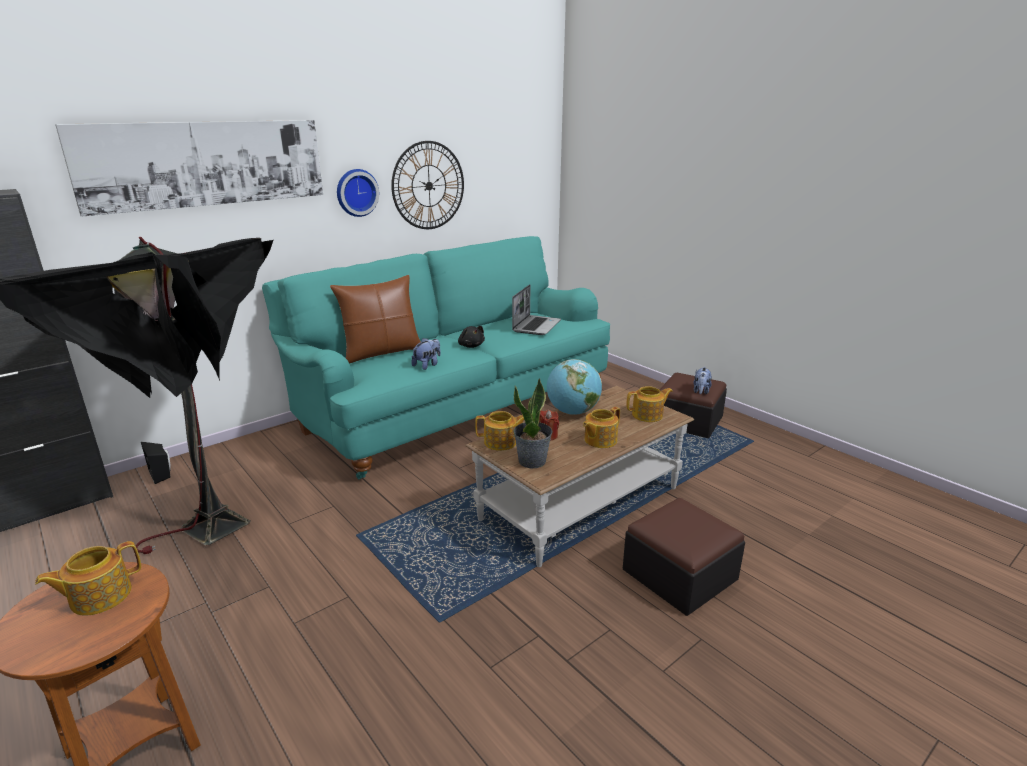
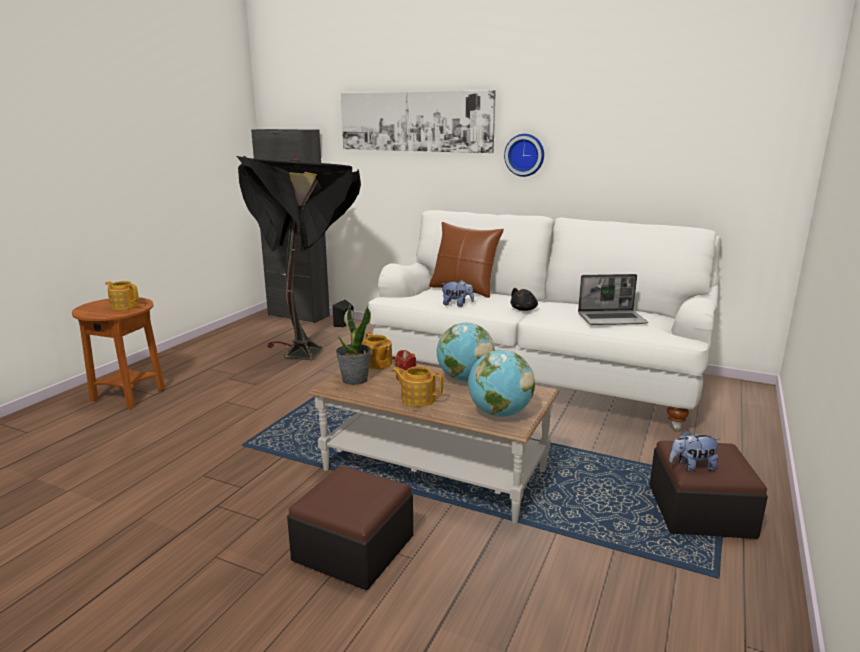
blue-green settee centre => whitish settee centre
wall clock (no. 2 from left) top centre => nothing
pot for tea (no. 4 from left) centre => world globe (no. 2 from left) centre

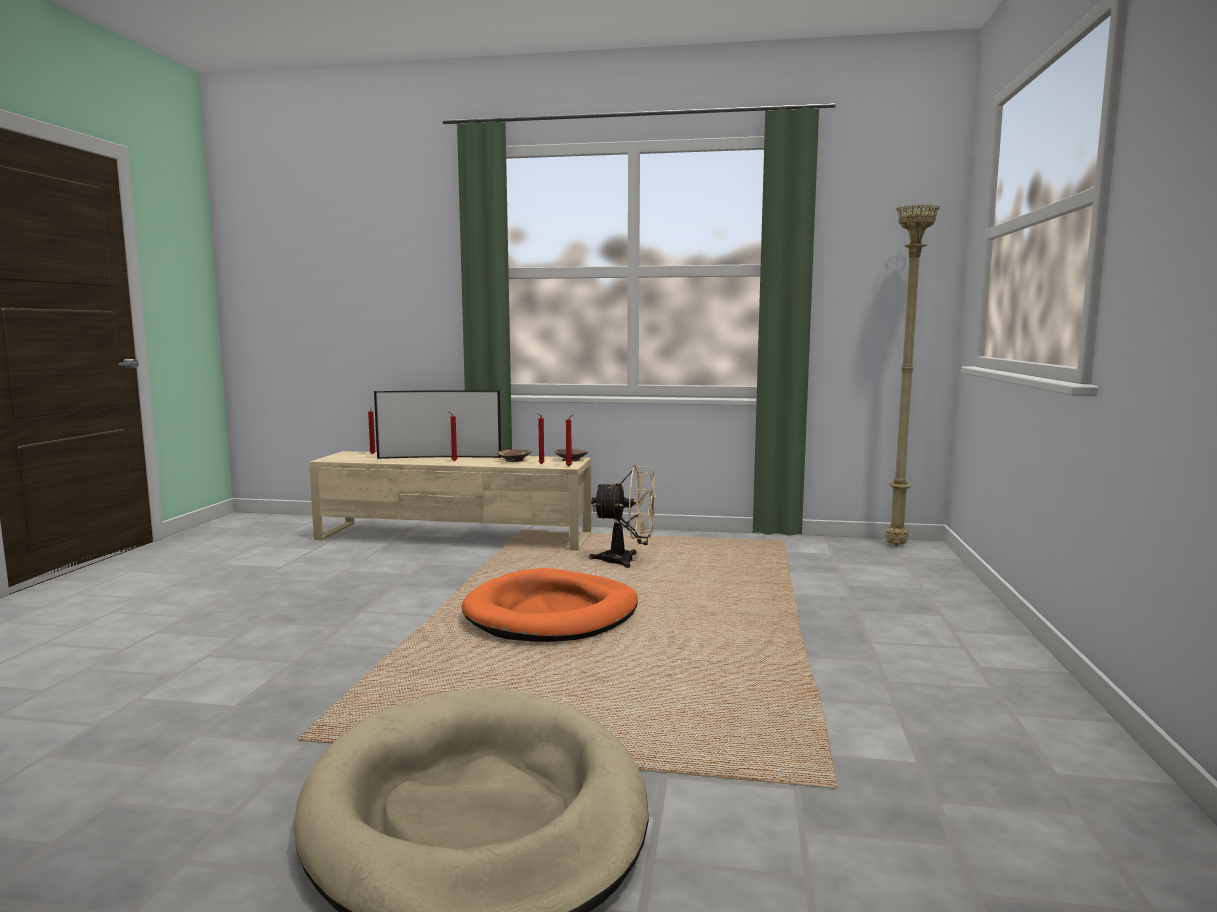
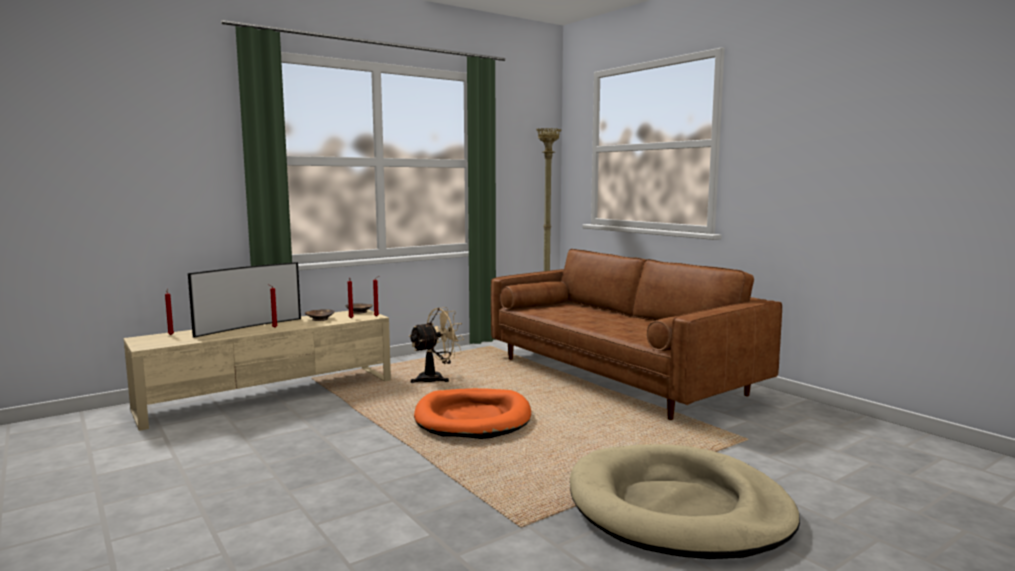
nothing => brownish settee centre

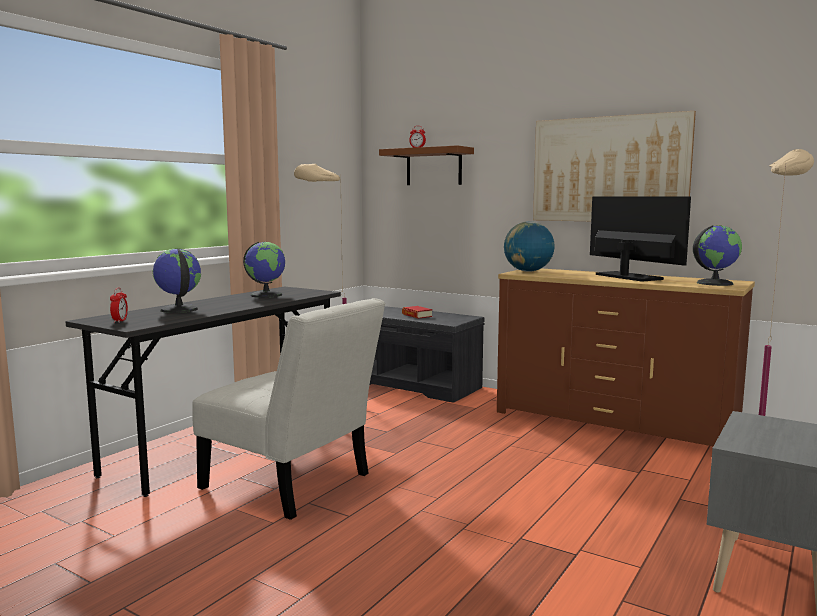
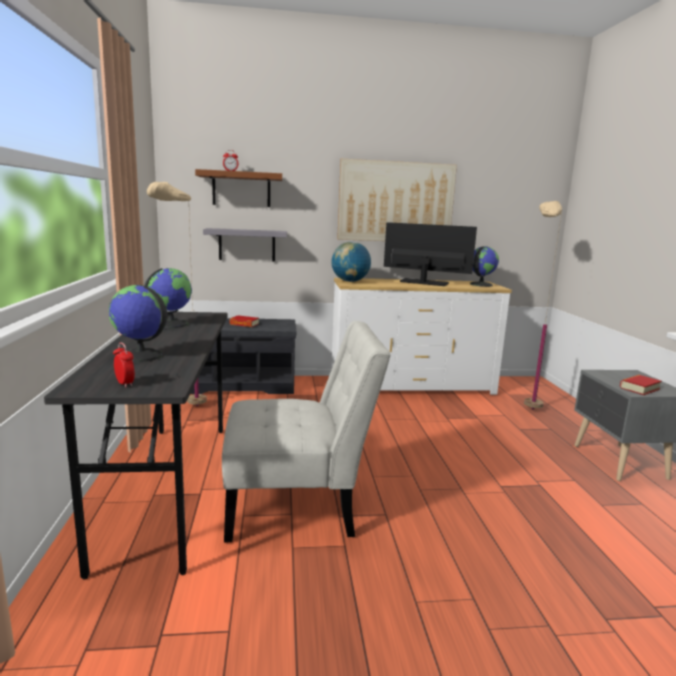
brownish drawer chest middle right => whitish drawer chest centre
nothing => grey wall shelf centre
nothing => book (no. 2 from left) middle right

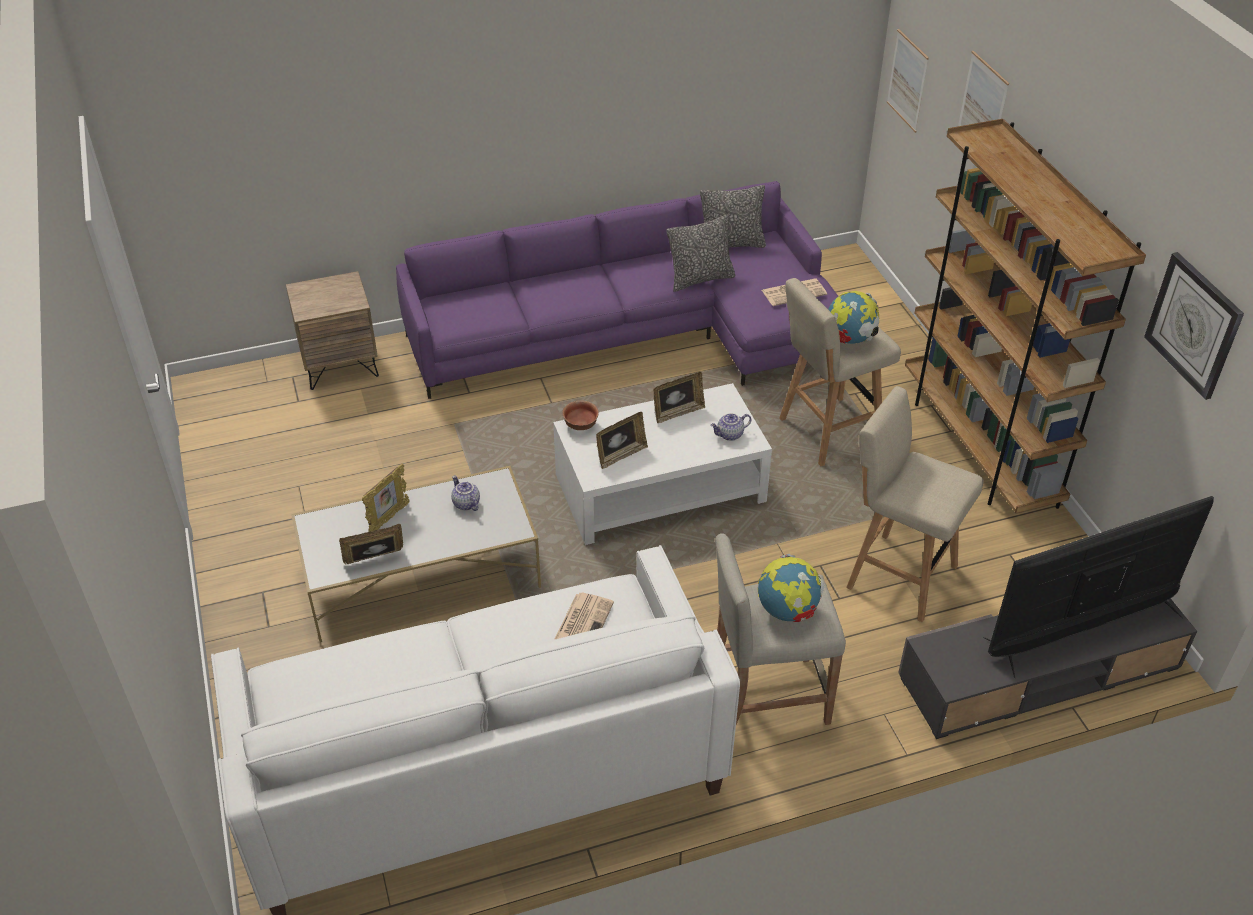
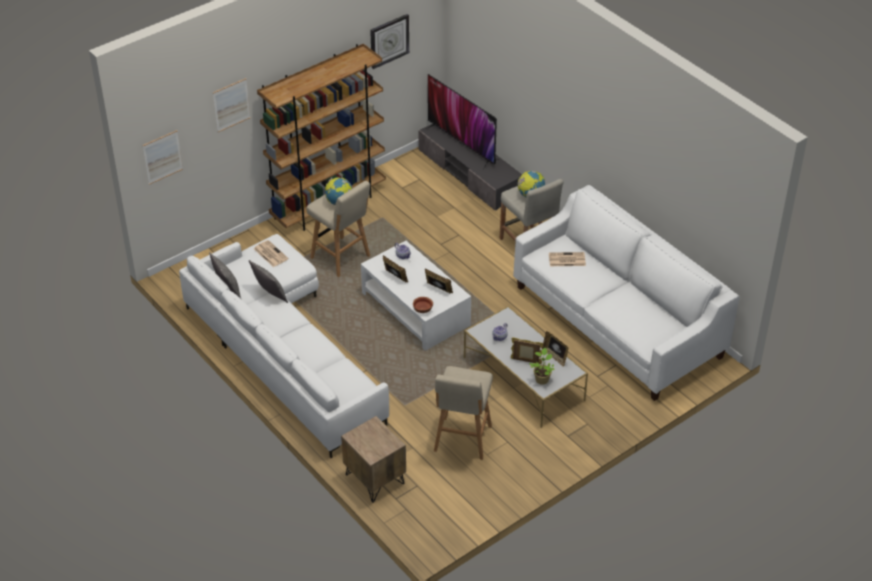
purple-coloured settee top centre => whitish settee (no. 1 from left) middle left
beige-coloured stool (no. 3 from left in the first image) middle right => beige-coloured stool (no. 2 from left) bottom centre, shifted
nothing => potted plant centre

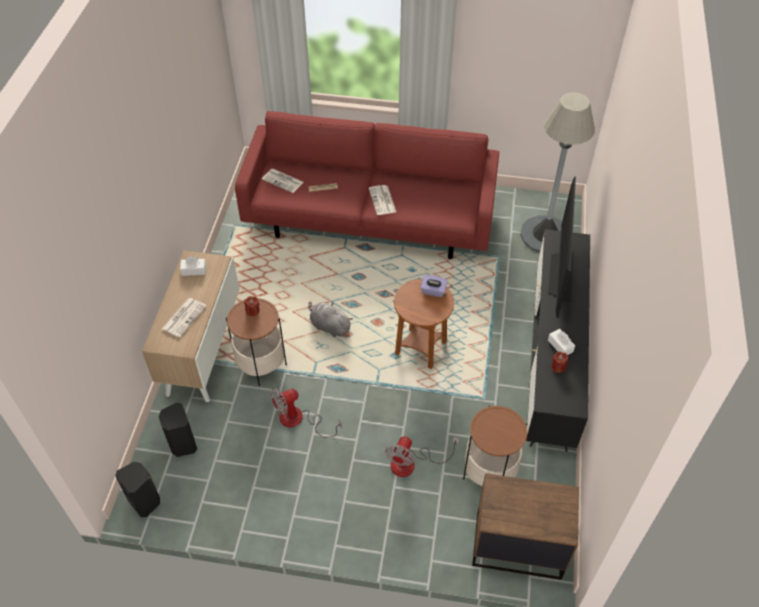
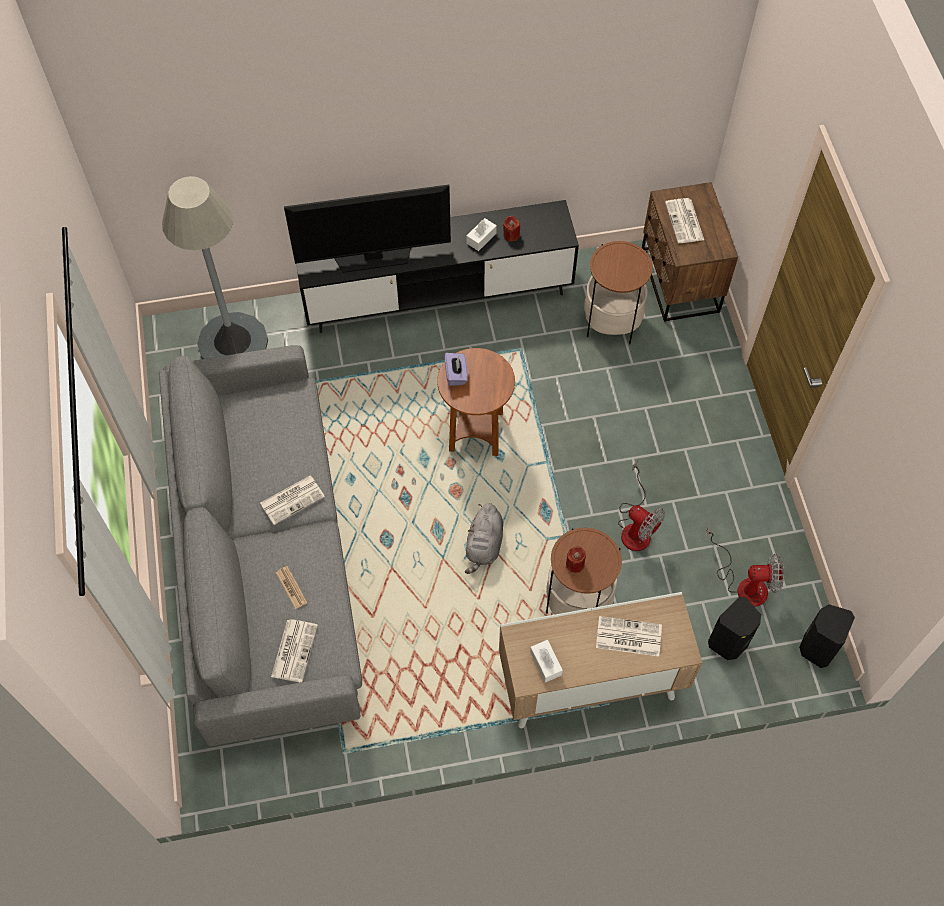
red settee top centre => grey settee middle left
electric fan (no. 2 from left) bottom centre => electric fan (no. 2 from left) middle right, shifted
nothing => printed paper (no. 5 from left) top right

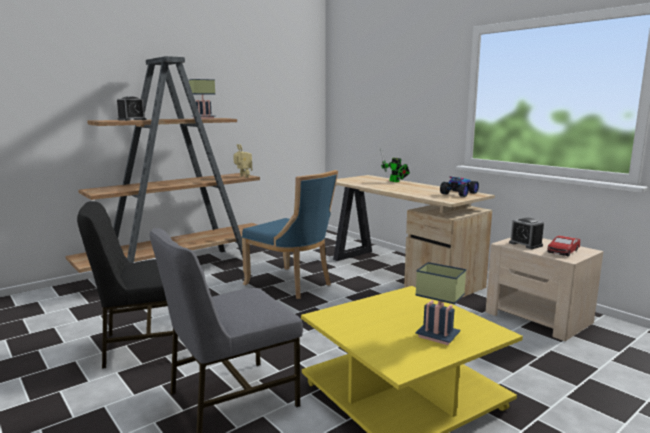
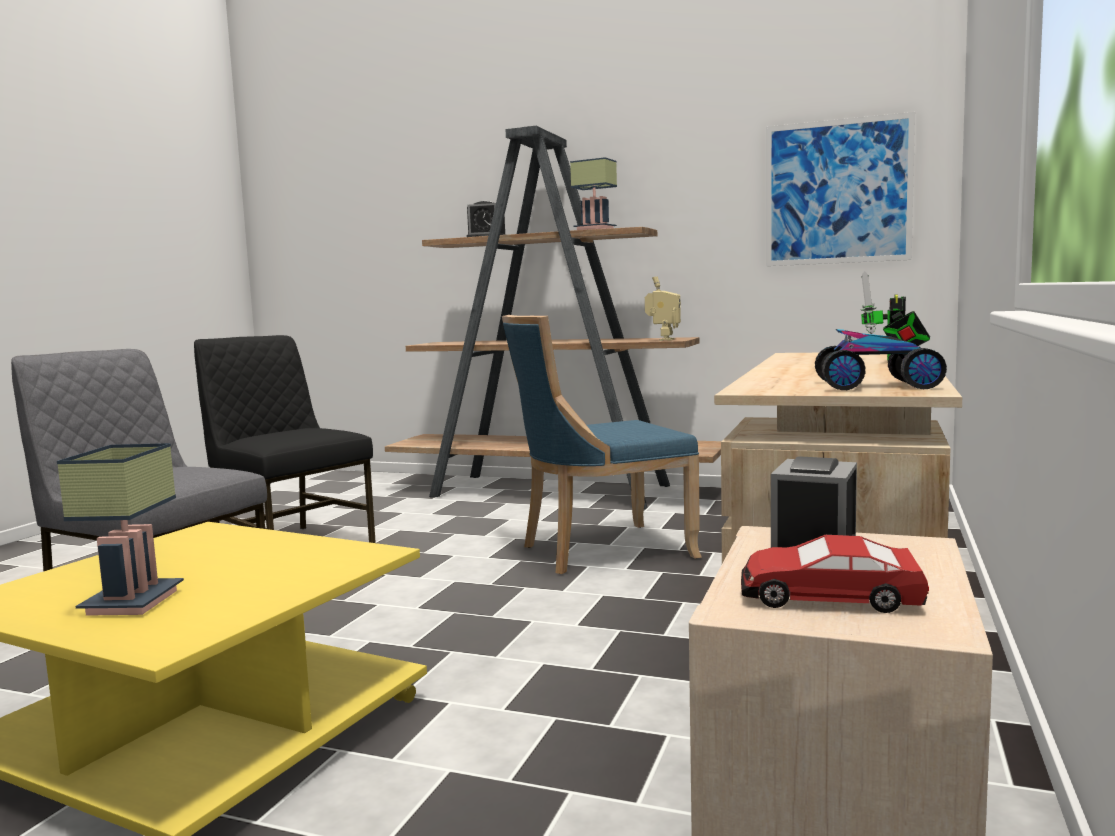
bluish upright chair centre, 60 degrees clockwise
nothing => picture top right

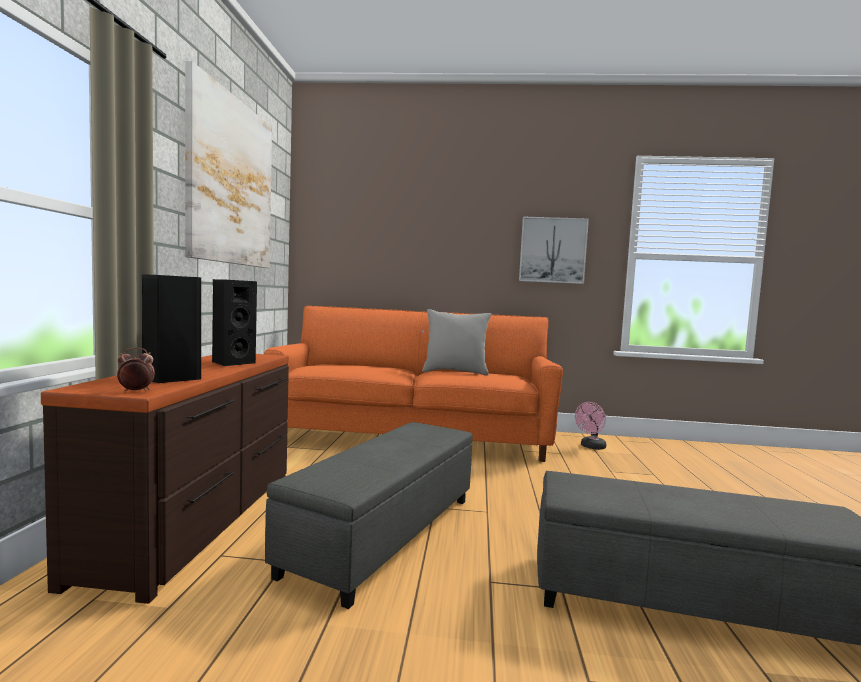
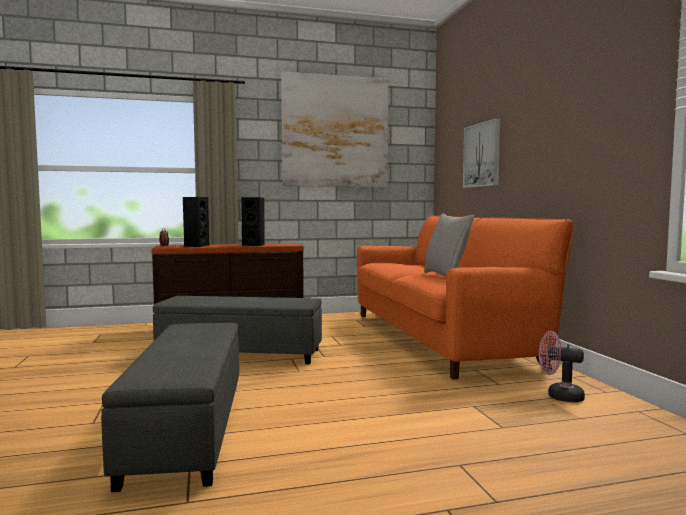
picture (no. 2 from left) centre => picture (no. 2 from left) top right, shifted

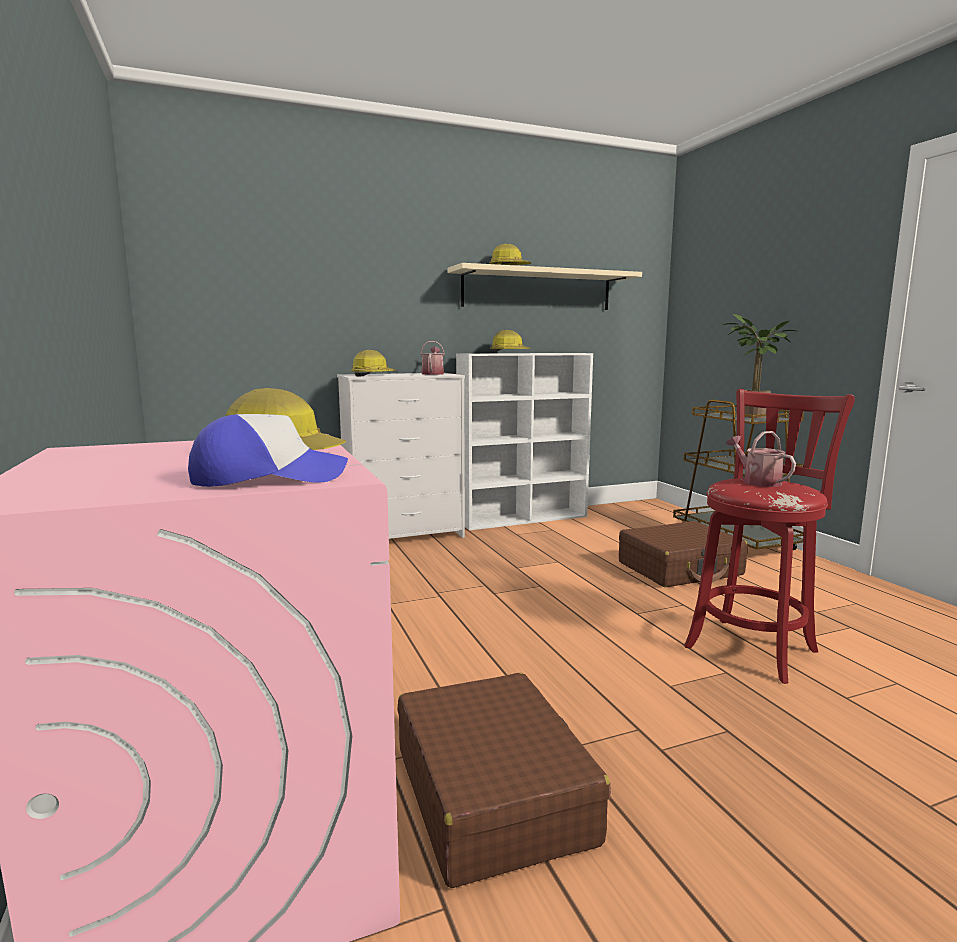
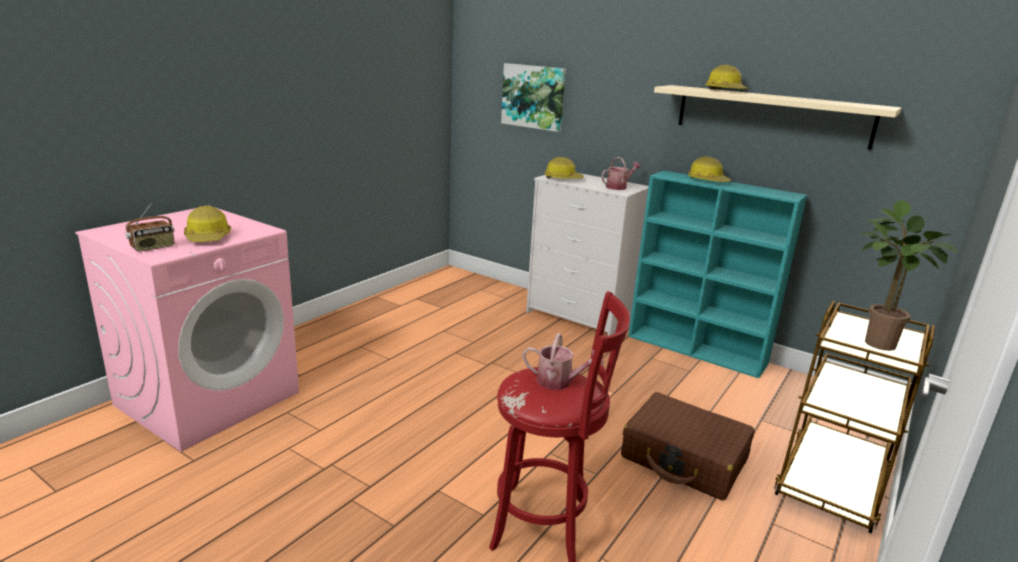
cap middle left => radio set middle left
brownish suitcase (no. 1 from left) bottom centre => nothing
whitish bookshelf centre => blue-green bookshelf middle right
sprinkling can (no. 2 from left in the first image) middle right => sprinkling can (no. 1 from left) centre, 75 degrees clockwise
nothing => picture top centre

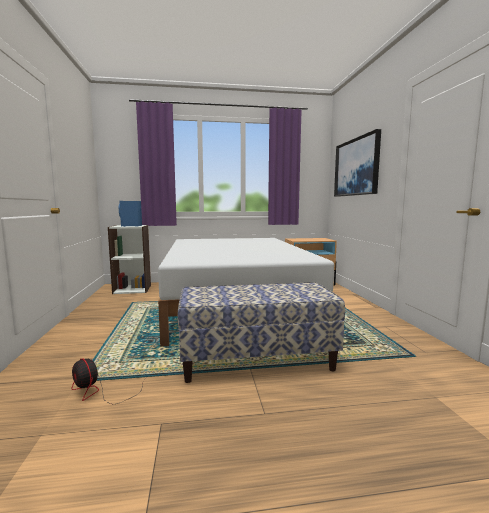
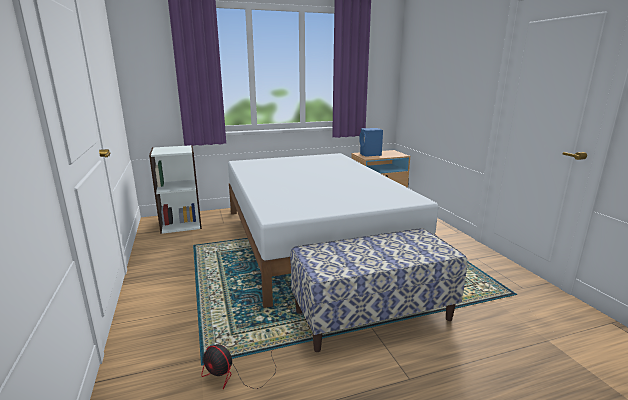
bluish speaker middle left => bluish speaker centre, shifted
picture top right => nothing

